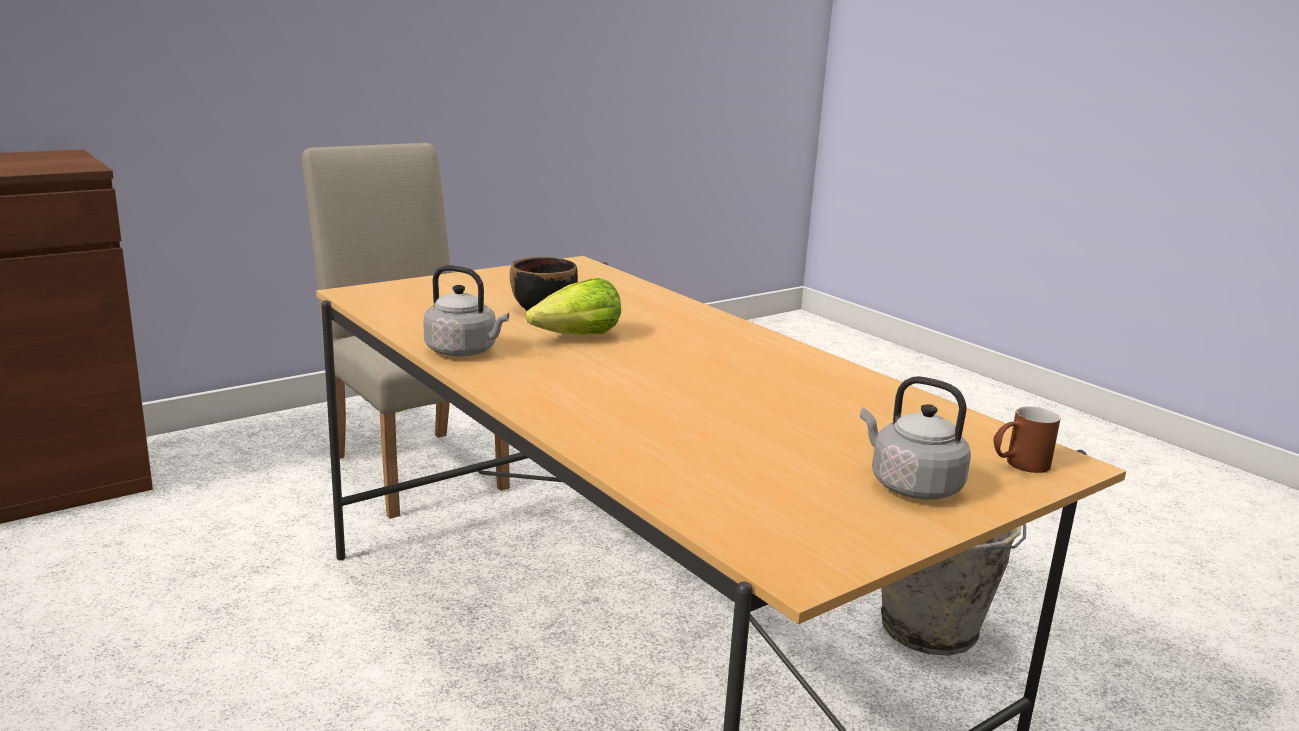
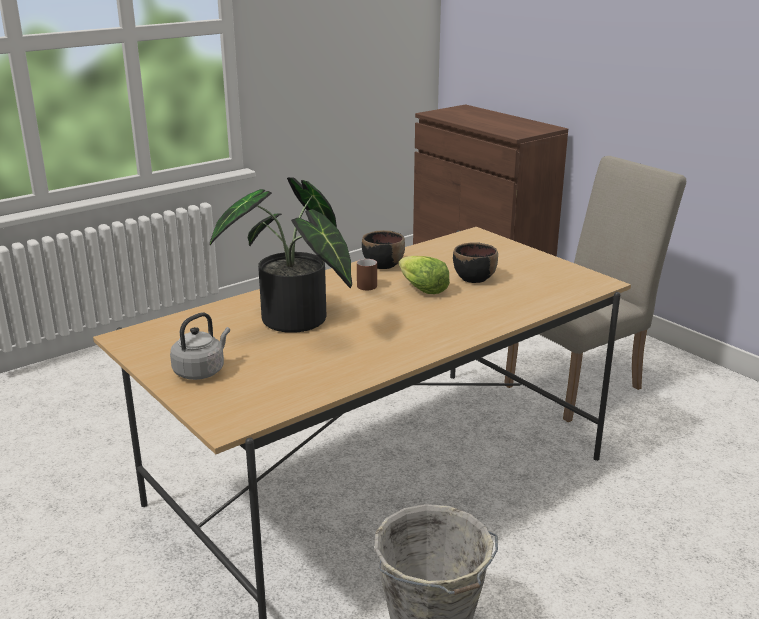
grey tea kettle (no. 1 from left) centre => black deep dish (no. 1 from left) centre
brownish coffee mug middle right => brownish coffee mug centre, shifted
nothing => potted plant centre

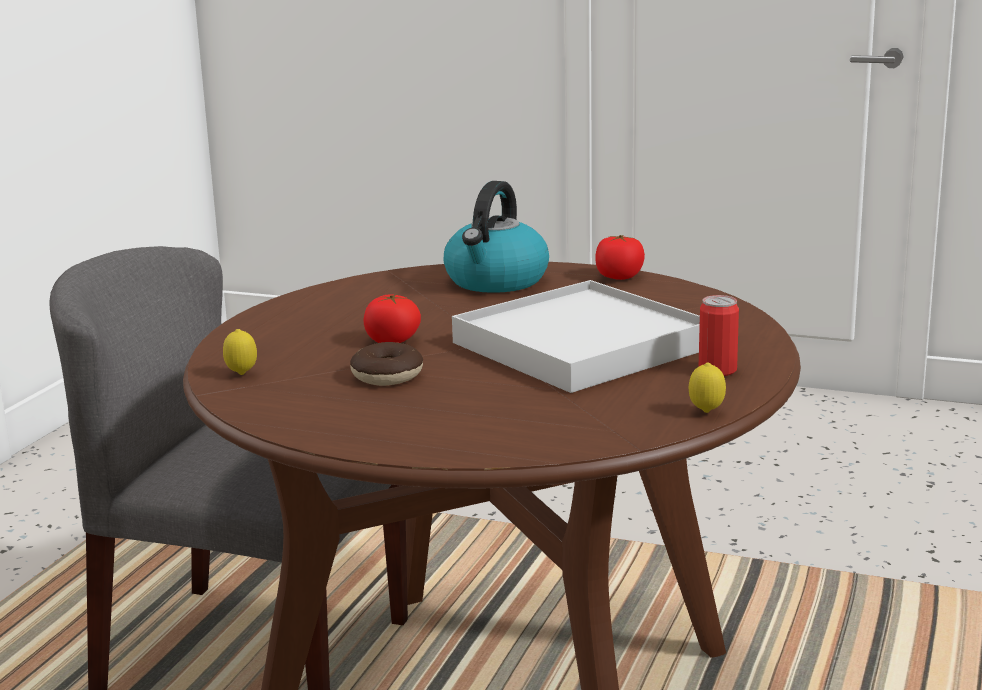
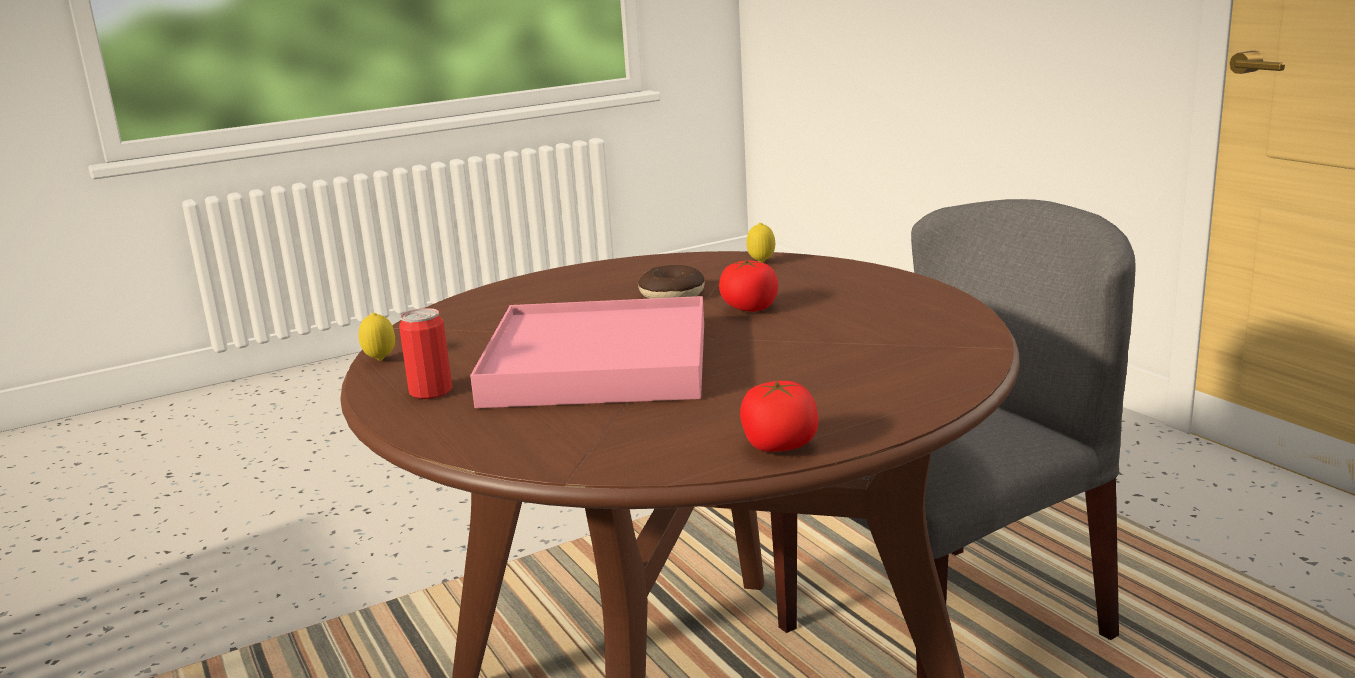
tea kettle centre => nothing
whitish tray centre => pinkish tray centre

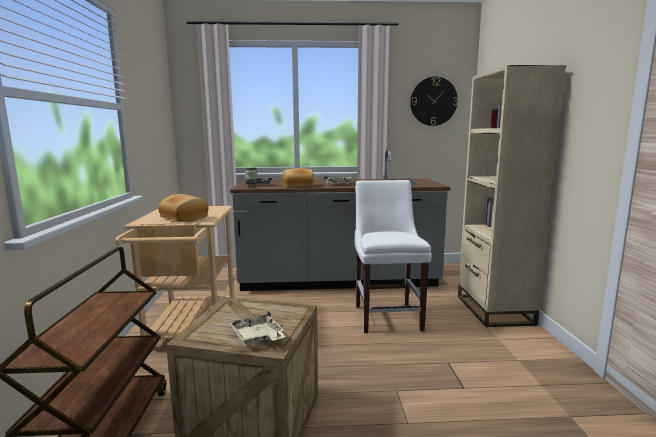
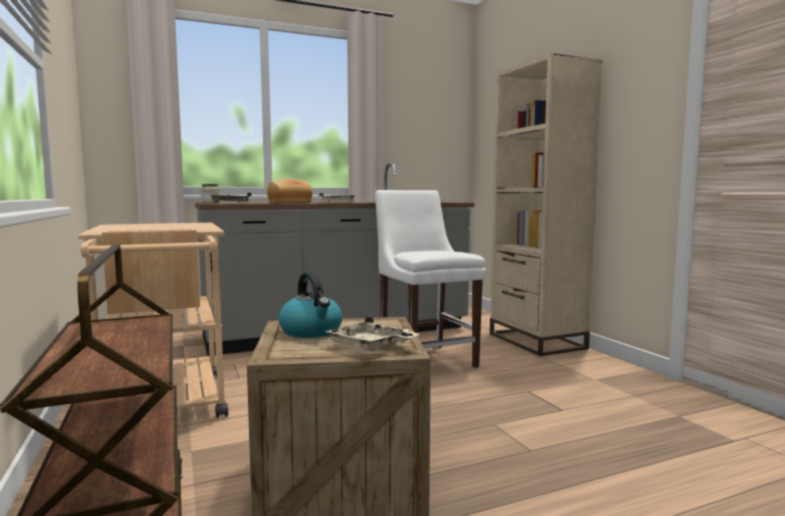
bread (no. 1 from left) middle left => nothing
wall clock top centre => nothing
nothing => tea kettle centre

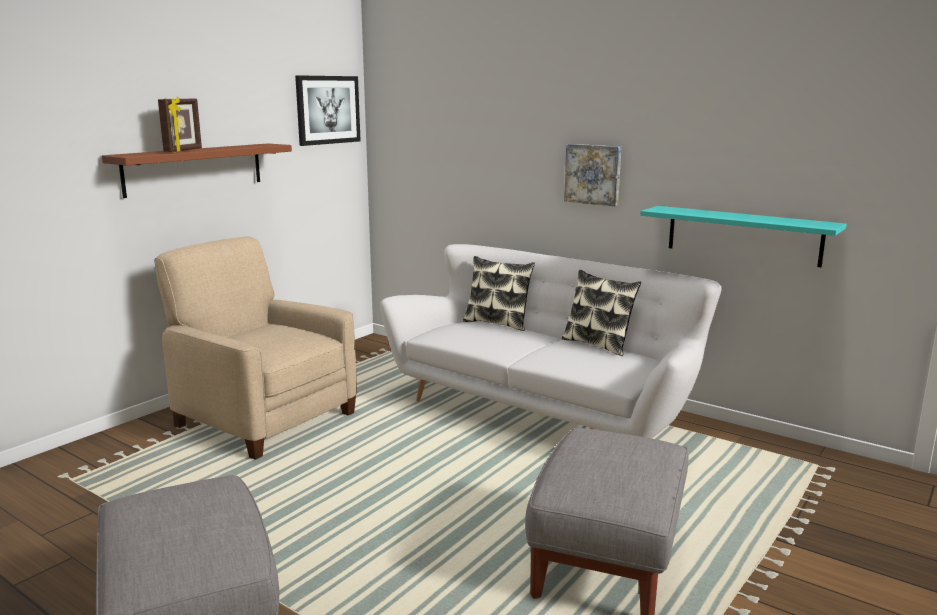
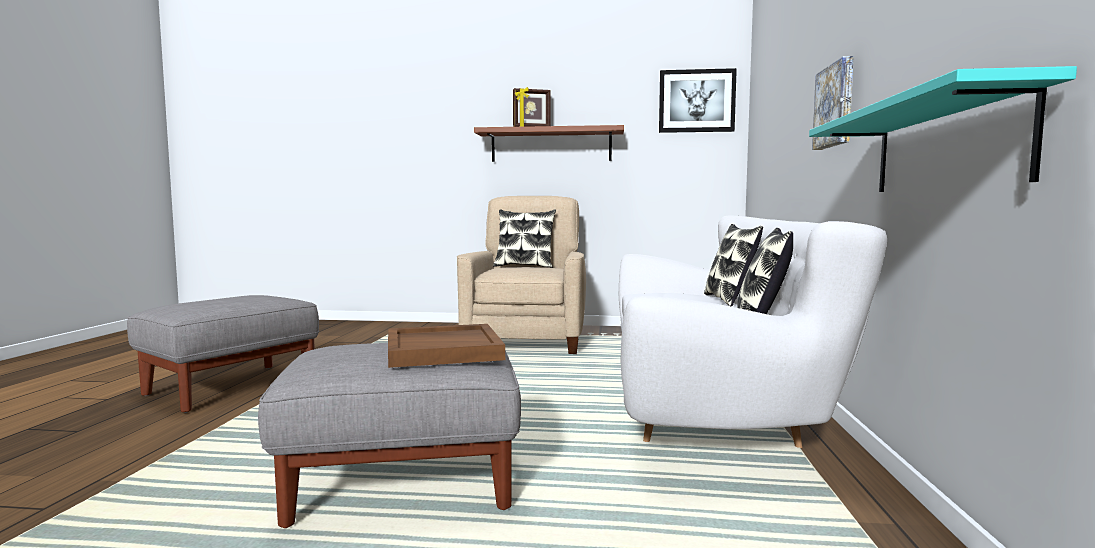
nothing => brownish tray centre
nothing => cushion (no. 1 from left) centre

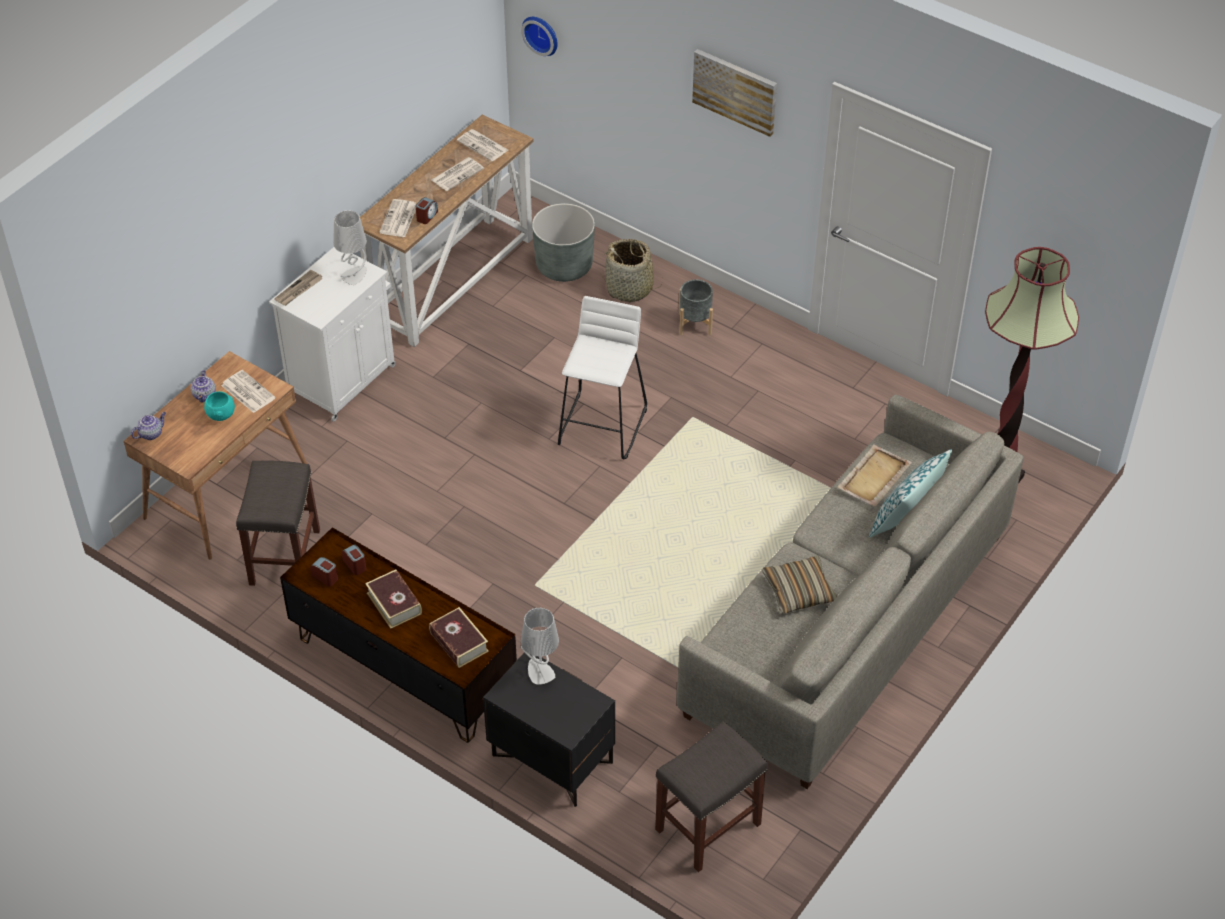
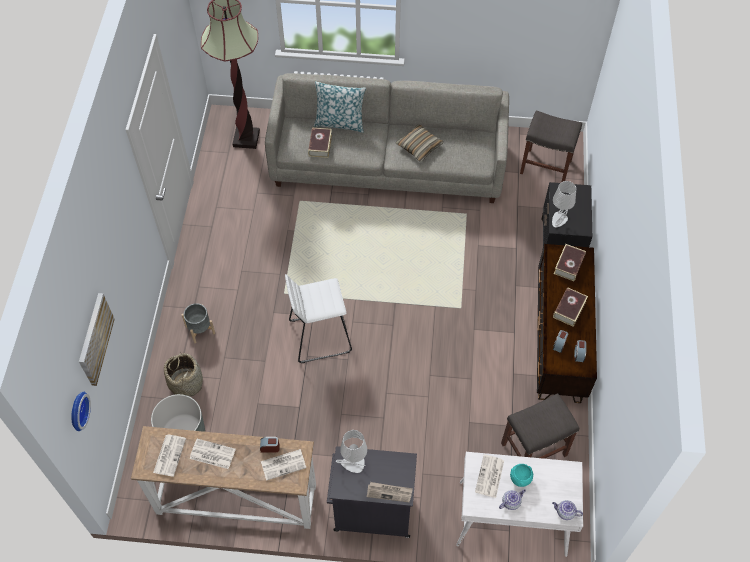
brownish desk table middle left => whitish desk table bottom right
whitish cabinet middle left => black cabinet bottom centre
picture top centre => picture middle left, shifted
beige-coloured tray middle right => book (no. 1 from left) top centre

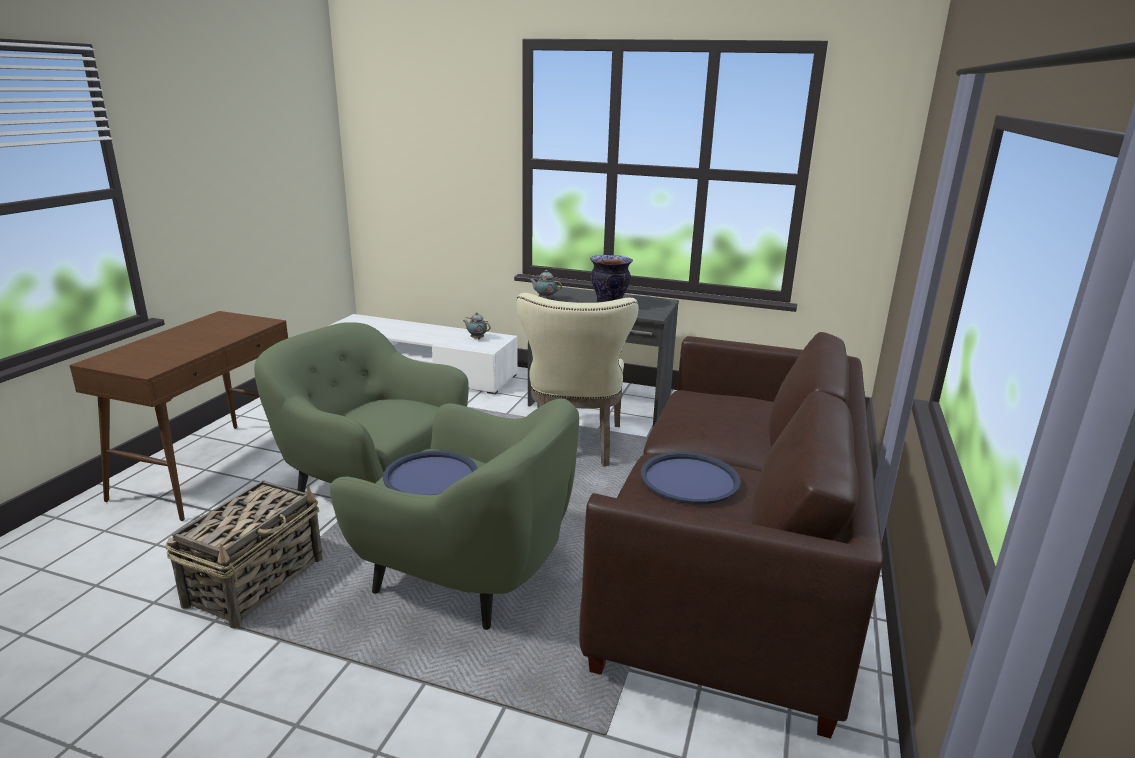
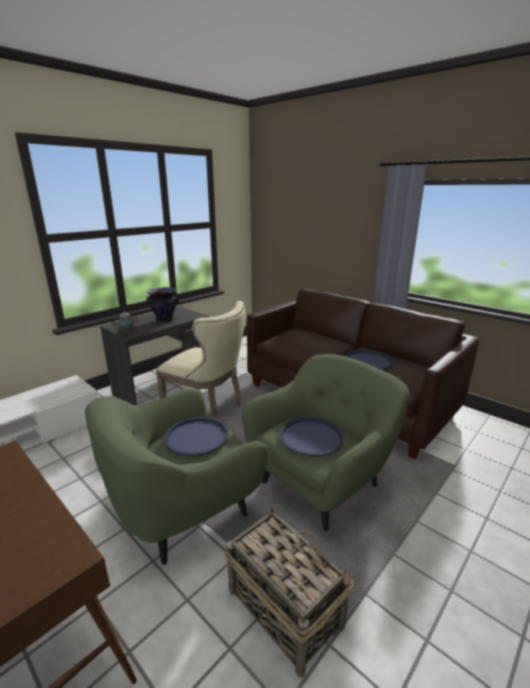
pot for tea (no. 1 from left) centre => nothing
nothing => bluish tray (no. 1 from left) centre

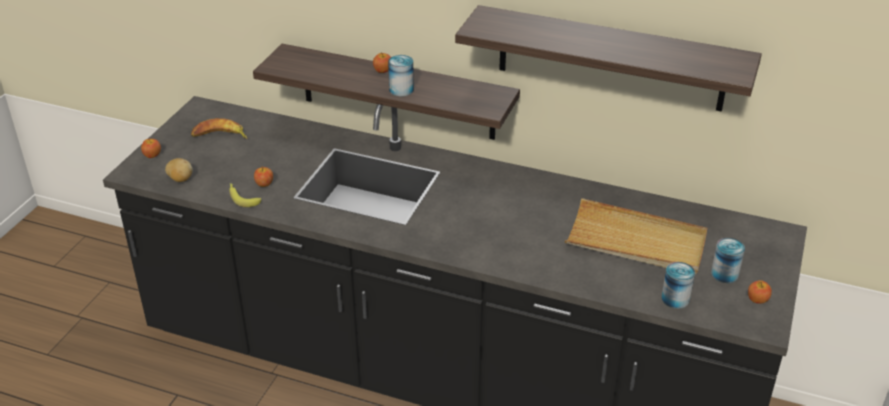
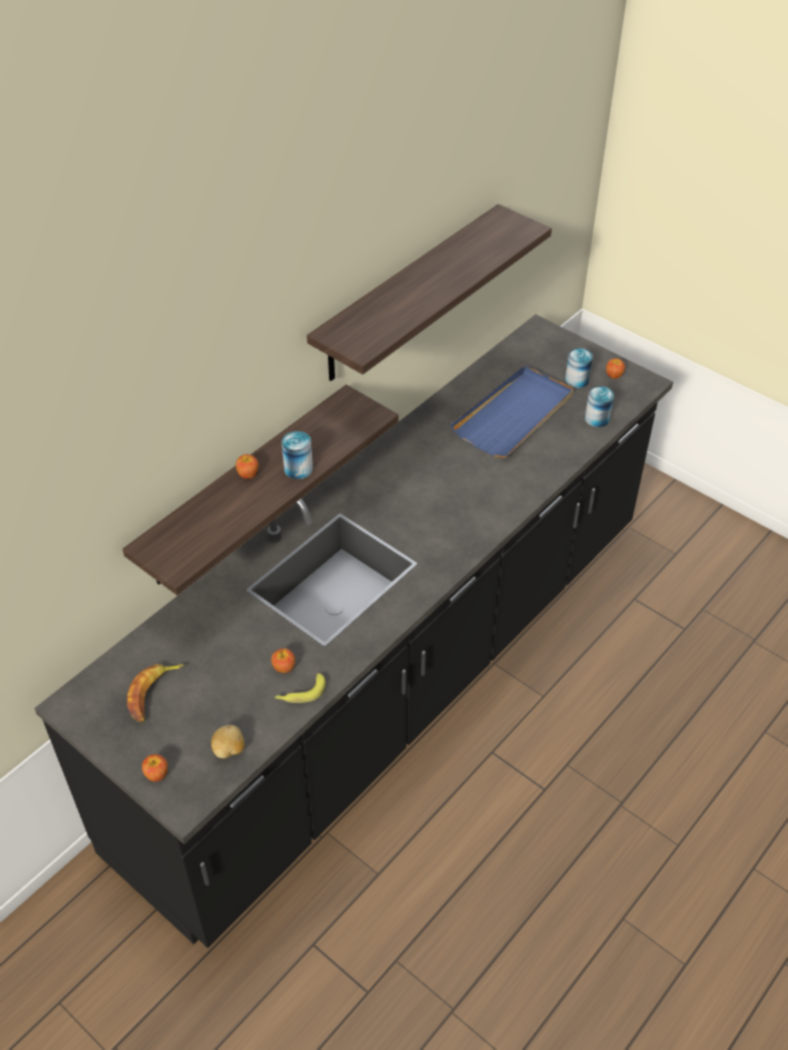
beige-coloured tray middle right => bluish tray centre

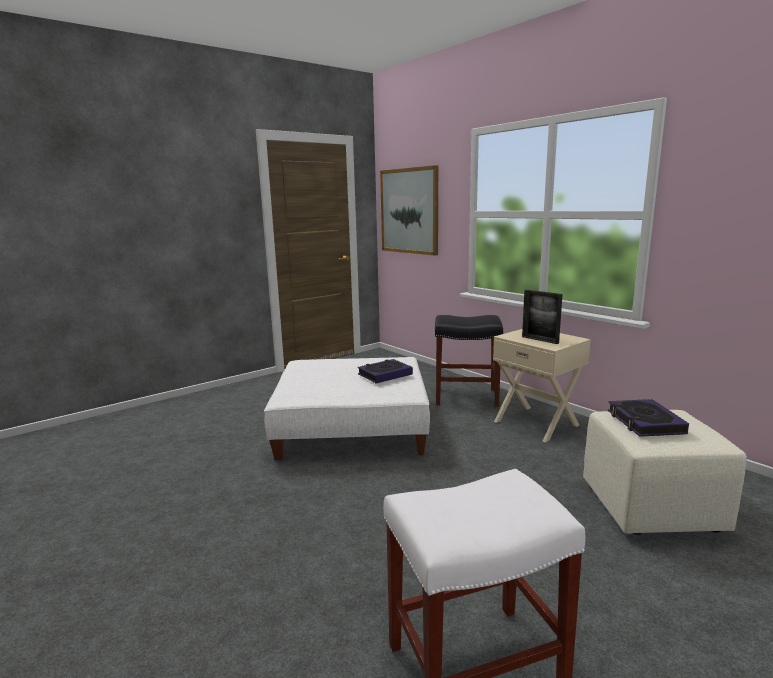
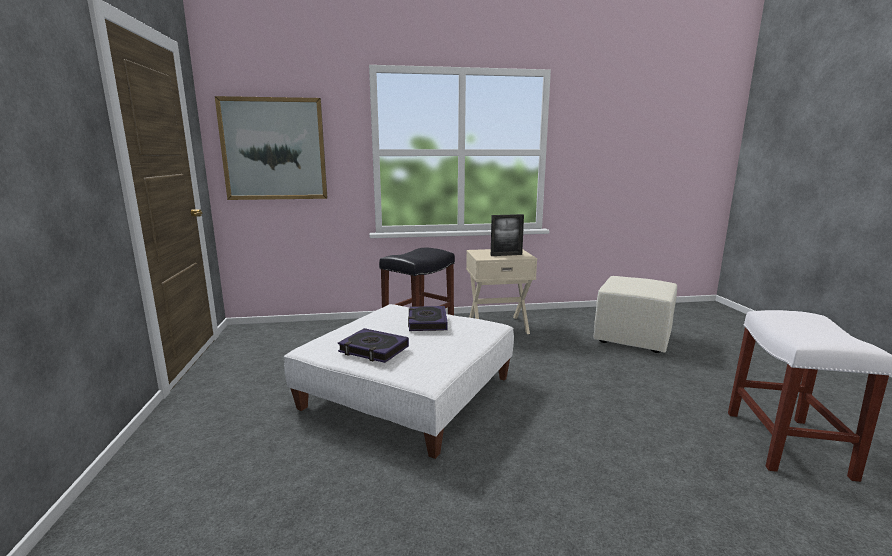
book (no. 2 from left in the first image) middle right => book (no. 1 from left) centre, shifted

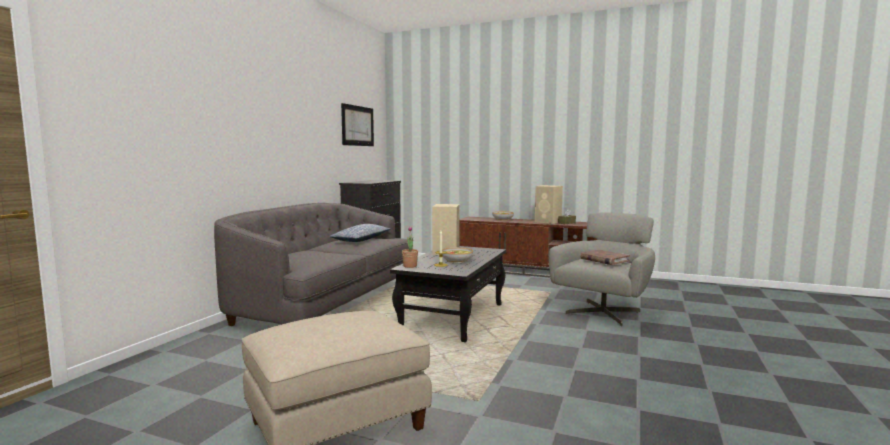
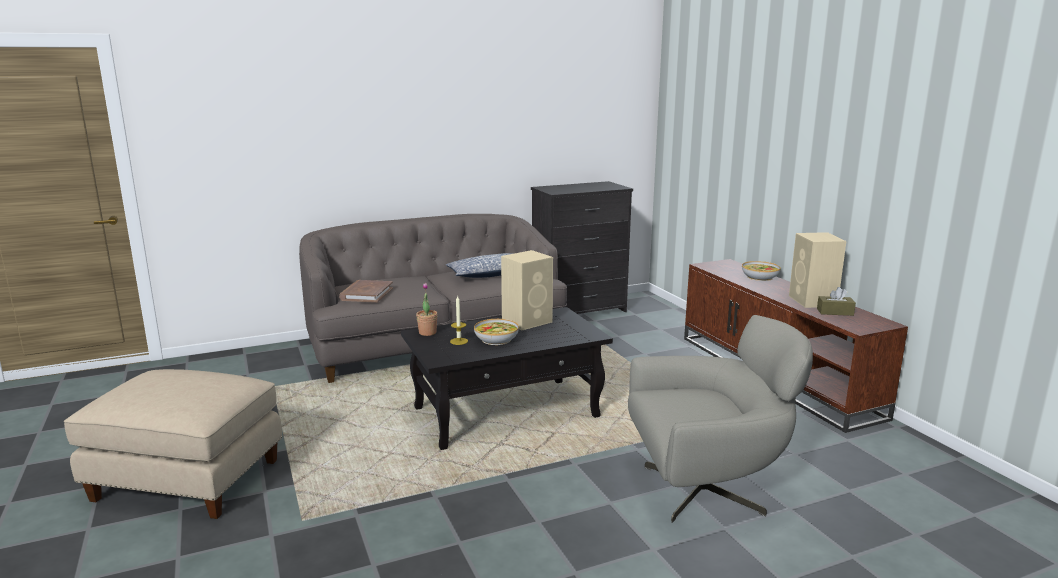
picture top centre => nothing
brownish book middle right => brownish book centre, shifted

